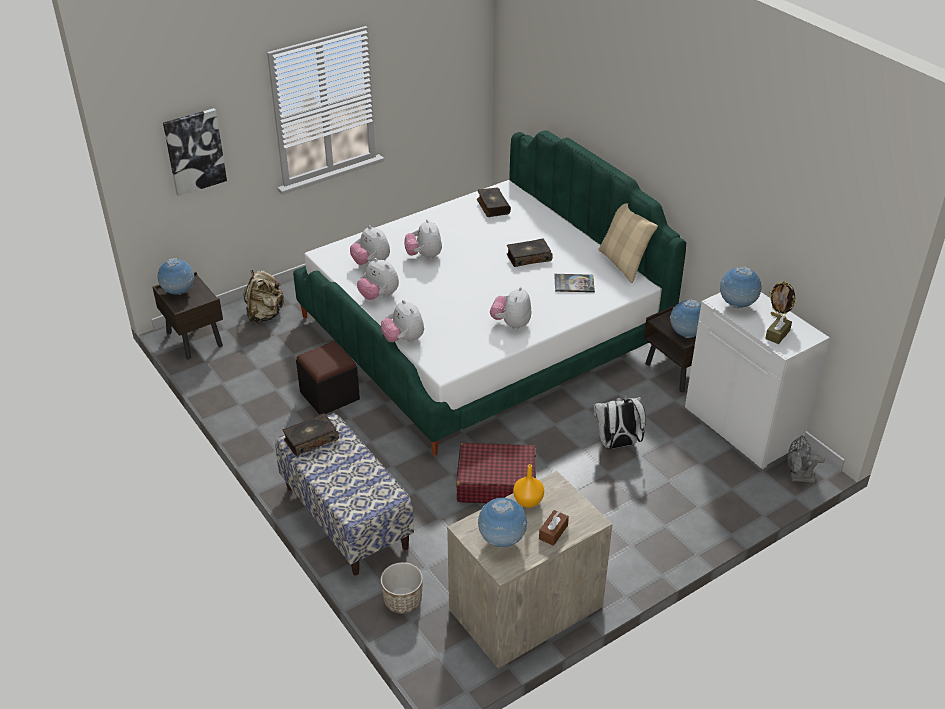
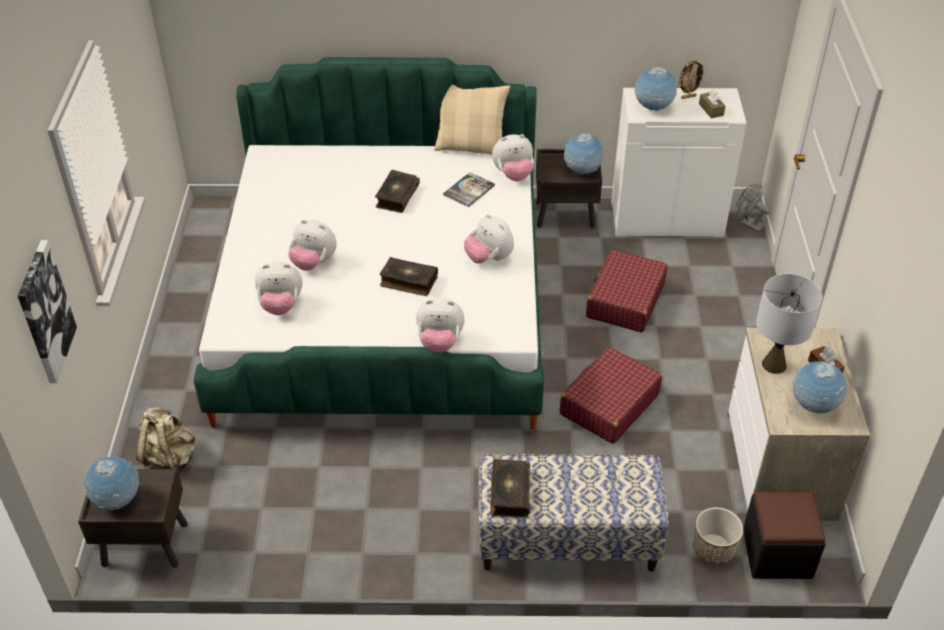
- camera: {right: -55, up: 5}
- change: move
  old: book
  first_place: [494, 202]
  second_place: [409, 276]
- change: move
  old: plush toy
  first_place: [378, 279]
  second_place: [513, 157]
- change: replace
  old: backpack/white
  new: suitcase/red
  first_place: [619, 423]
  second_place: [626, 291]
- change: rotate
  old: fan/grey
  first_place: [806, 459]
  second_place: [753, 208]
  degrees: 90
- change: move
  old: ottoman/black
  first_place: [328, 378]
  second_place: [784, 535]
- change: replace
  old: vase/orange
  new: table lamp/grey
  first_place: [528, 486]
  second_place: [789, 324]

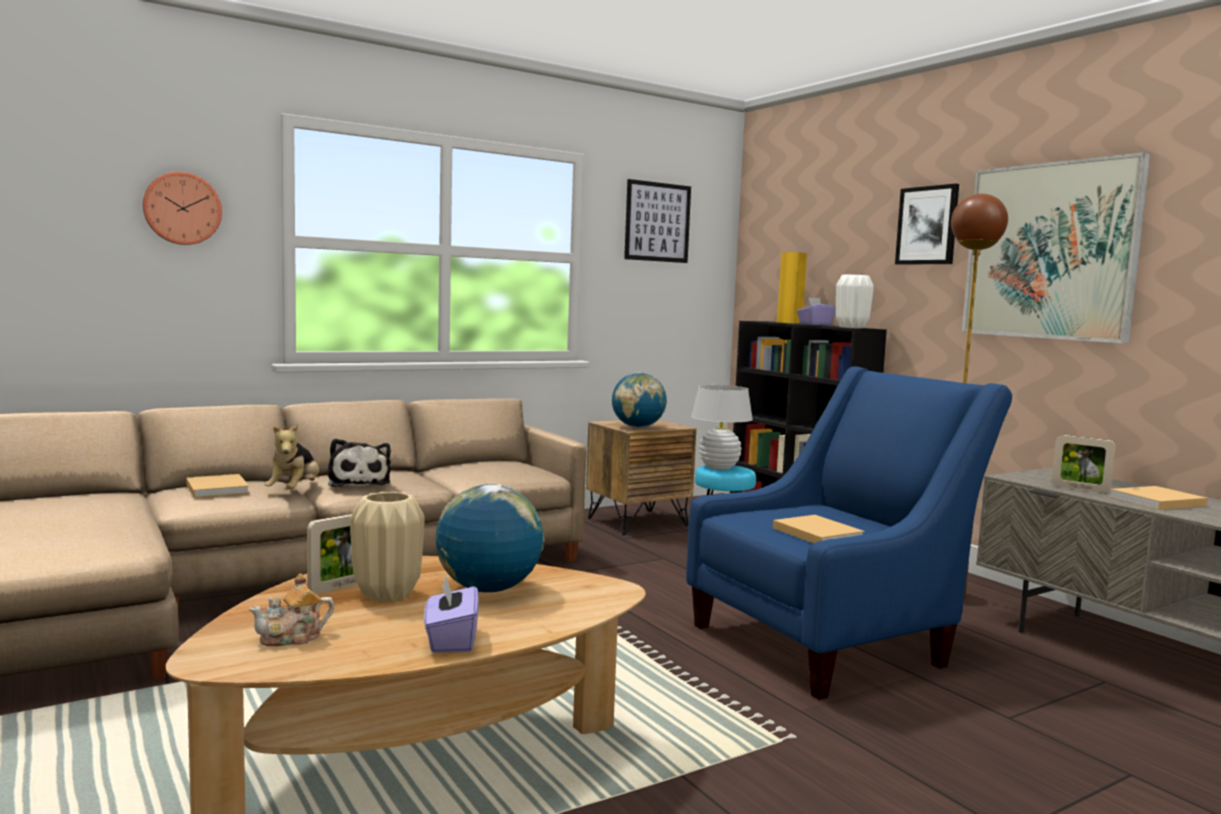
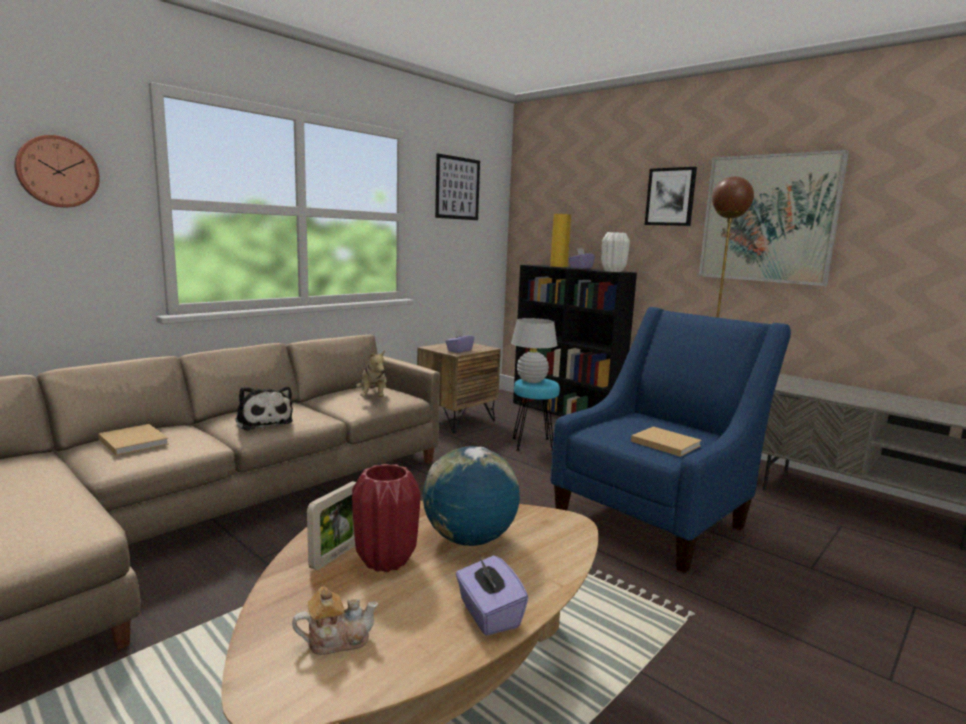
- camera: {right: -15, up: 5}
- change: rotate
  old: teapot
  first_place: [291, 610]
  second_place: [335, 621]
  degrees: -150
- change: recolor
  old: vase/beige
  new: vase/red
  first_place: [387, 547]
  second_place: [386, 518]
- change: move
  old: plush toy
  first_place: [292, 456]
  second_place: [371, 373]
- change: replace
  old: globe
  new: tissue box/purple
  first_place: [639, 400]
  second_place: [460, 341]
- change: delete
  old: picture frame
  first_place: [1084, 464]
- change: delete
  old: book/beige
  first_place: [1158, 498]

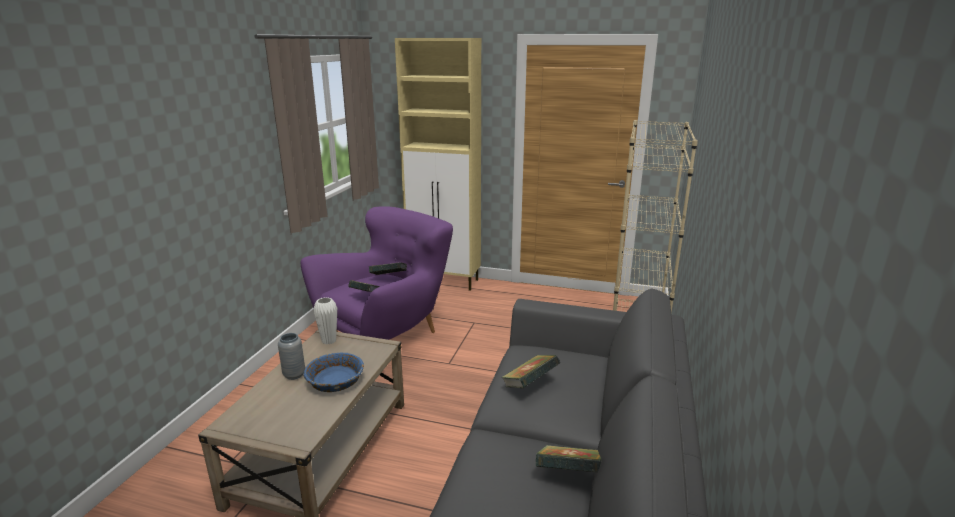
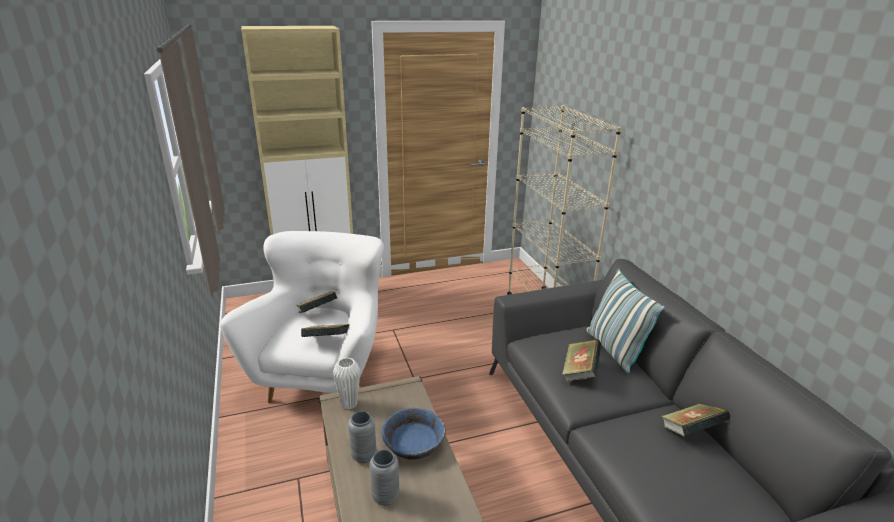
- camera: {right: -35, up: 5}
- change: recolor
  old: armchair/purple
  new: armchair/white
  first_place: [377, 273]
  second_place: [302, 317]
- change: insert
  new: vase/grey
  second_place: [384, 477]
- change: insert
  new: pillow
  second_place: [625, 321]

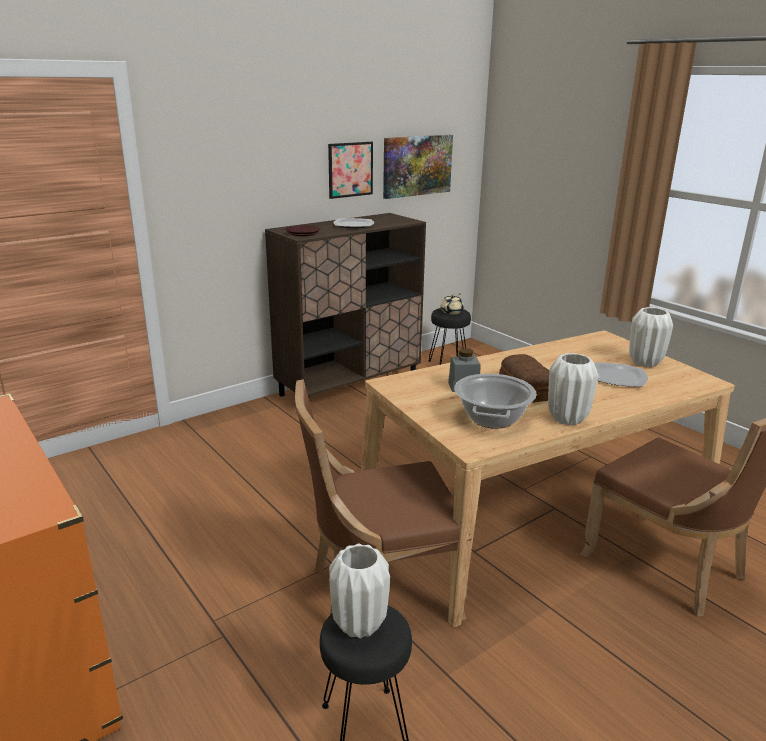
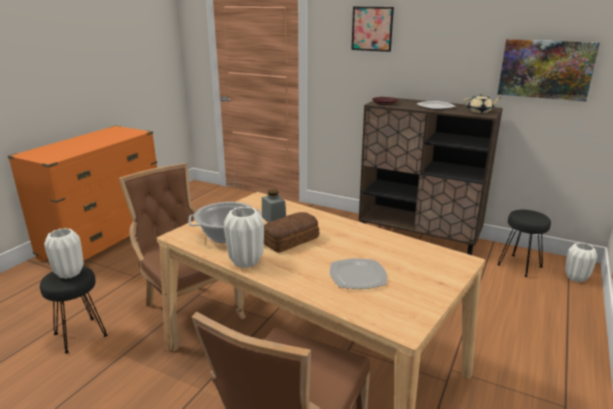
- camera: {right: 65, up: 0}
- change: move
  old: picture
  first_place: [350, 170]
  second_place: [373, 29]
- change: move
  old: teapot/beige
  first_place: [452, 304]
  second_place: [482, 103]
- change: move
  old: vase/white
  first_place: [651, 337]
  second_place: [581, 262]

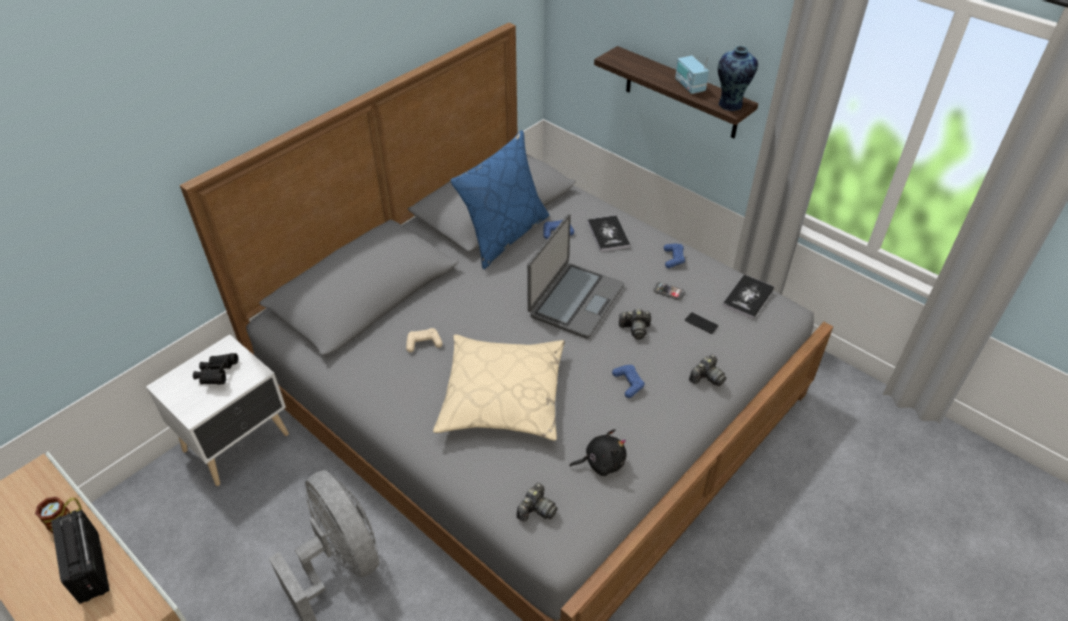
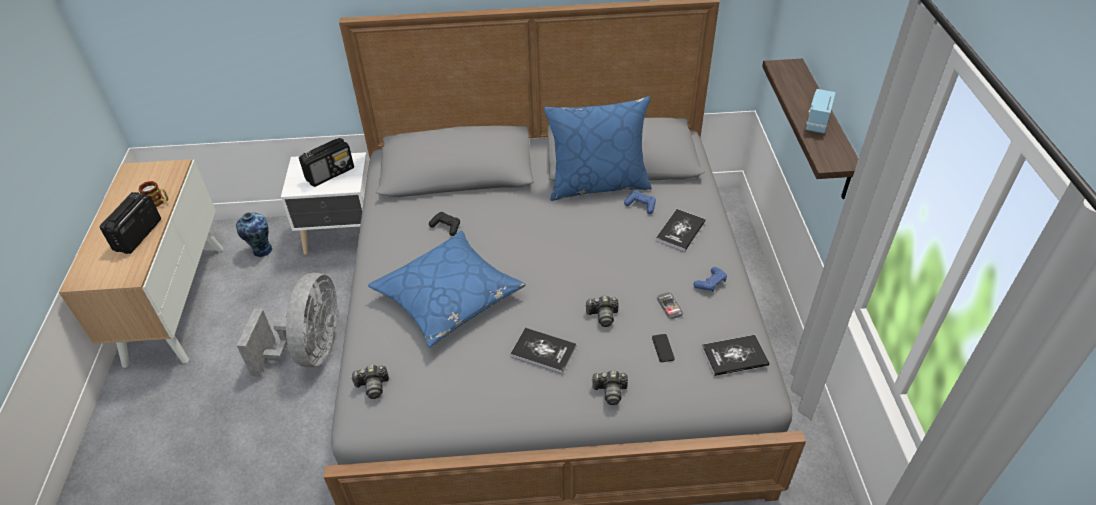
- camera: {right: 45, up: 0}
- change: move
  old: vase
  first_place: [738, 78]
  second_place: [254, 234]
- change: replace
  old: binoculars/black
  new: radio
  first_place: [215, 369]
  second_place: [326, 162]
- change: recolor
  old: pillow/beige
  new: pillow/blue
  first_place: [499, 387]
  second_place: [447, 289]
- change: recolor
  old: game controller/beige
  new: game controller/black
  first_place: [424, 340]
  second_place: [444, 224]
- change: replace
  old: game controller/blue
  new: book
  first_place: [628, 381]
  second_place: [543, 351]
- change: rotate
  old: photo camera
  first_place: [635, 324]
  second_place: [602, 311]
  degrees: -45
- change: delete
  old: laptop
  first_place: [575, 276]
- change: delete
  old: plush toy/black
  first_place: [598, 452]

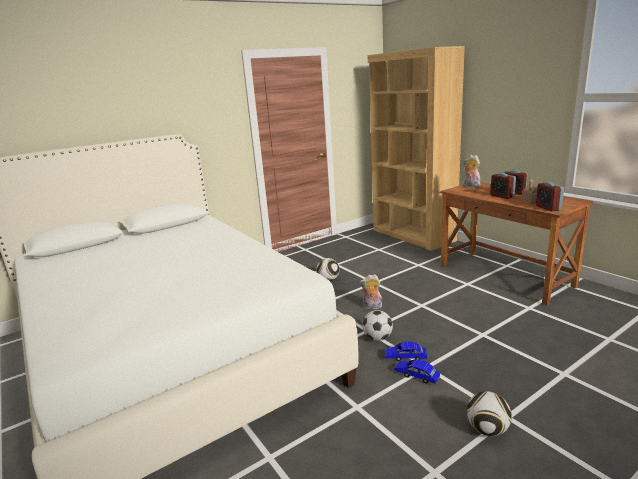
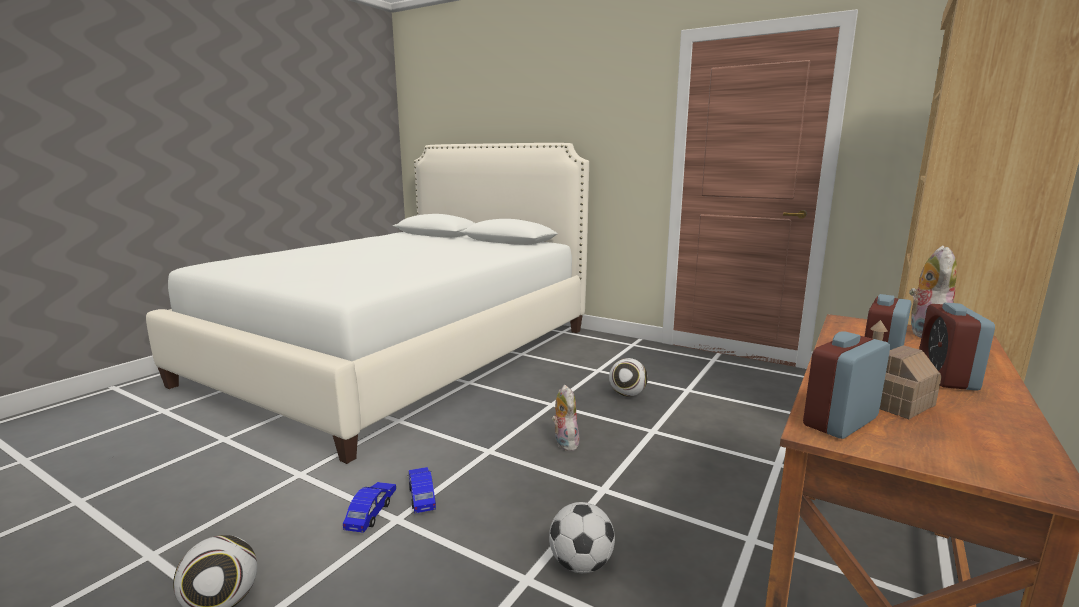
- camera: {right: 65, up: -5}
- change: move
  old: football
  first_place: [377, 325]
  second_place: [582, 537]

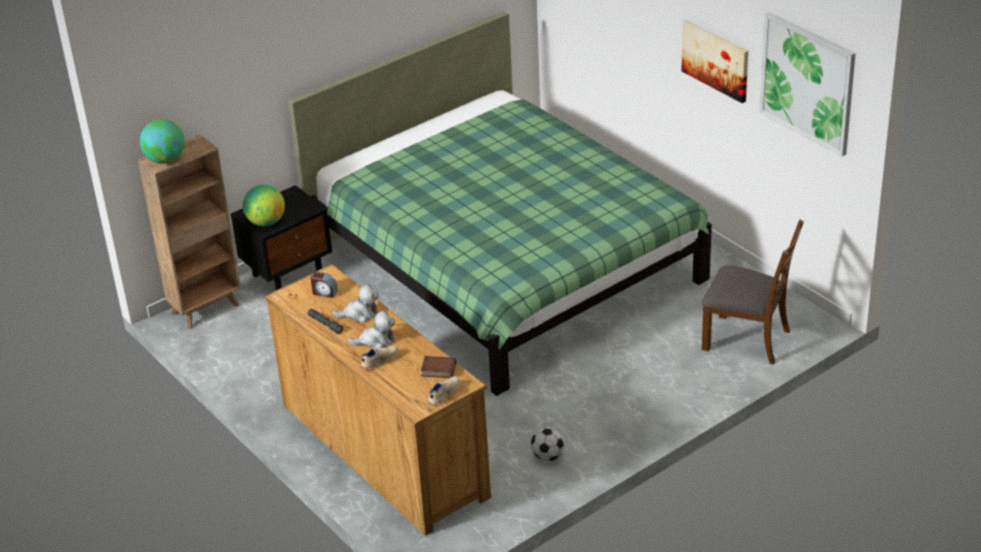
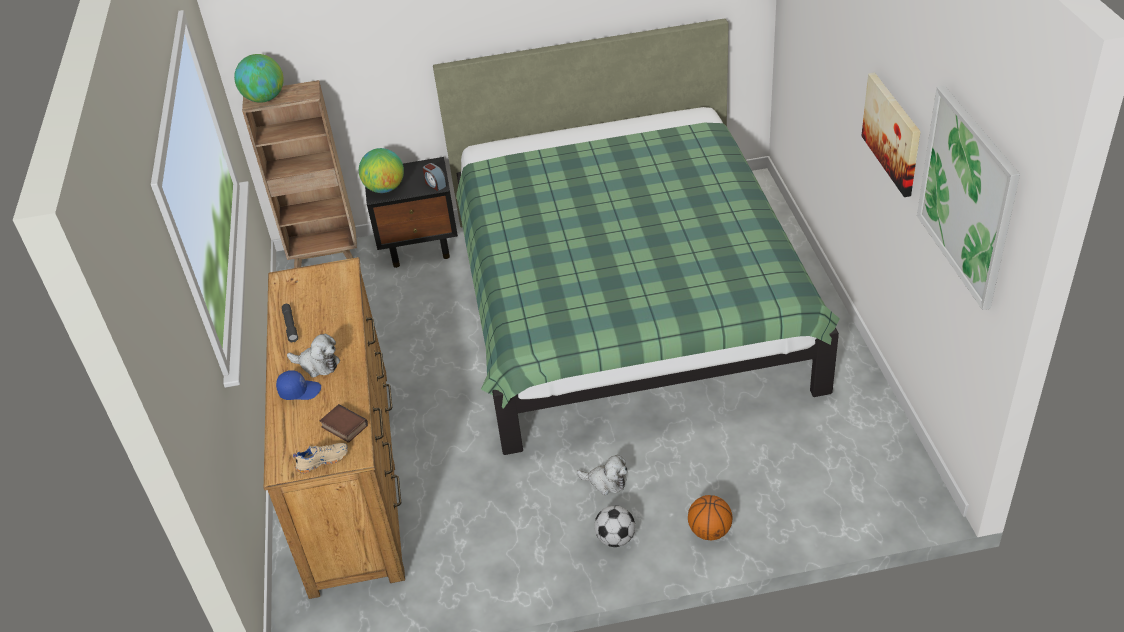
- camera: {right: 30, up: 5}
- change: replace
  old: shoe/beige
  new: cap/blue
  first_place: [380, 358]
  second_place: [298, 385]
- change: move
  old: alarm clock
  first_place: [324, 285]
  second_place: [435, 177]
- change: move
  old: plush toy
  first_place: [355, 303]
  second_place: [602, 475]
- change: move
  old: football
  first_place: [548, 444]
  second_place: [614, 526]
- change: insert
  new: basketball
  second_place: [710, 517]
- change: delete
  old: chair/brown
  first_place: [753, 292]

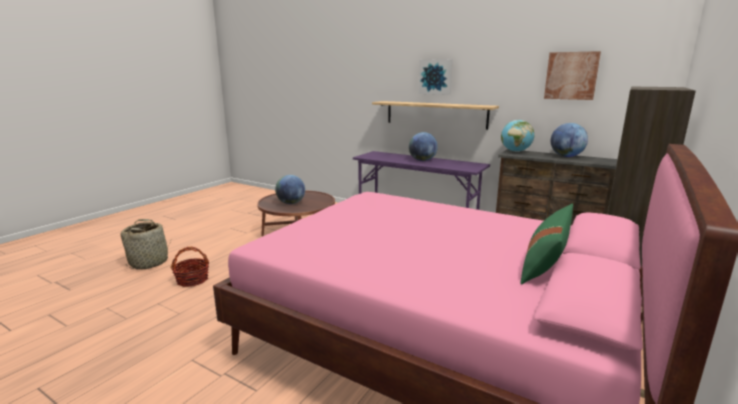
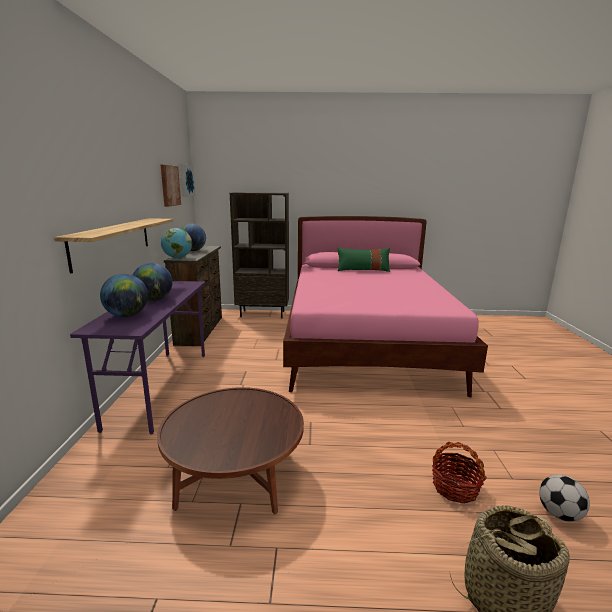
- camera: {right: -120, up: 0}
- change: move
  old: globe
  first_place: [290, 189]
  second_place: [124, 295]
- change: move
  old: picture
  first_place: [435, 77]
  second_place: [188, 180]
- change: insert
  new: football
  second_place: [564, 498]

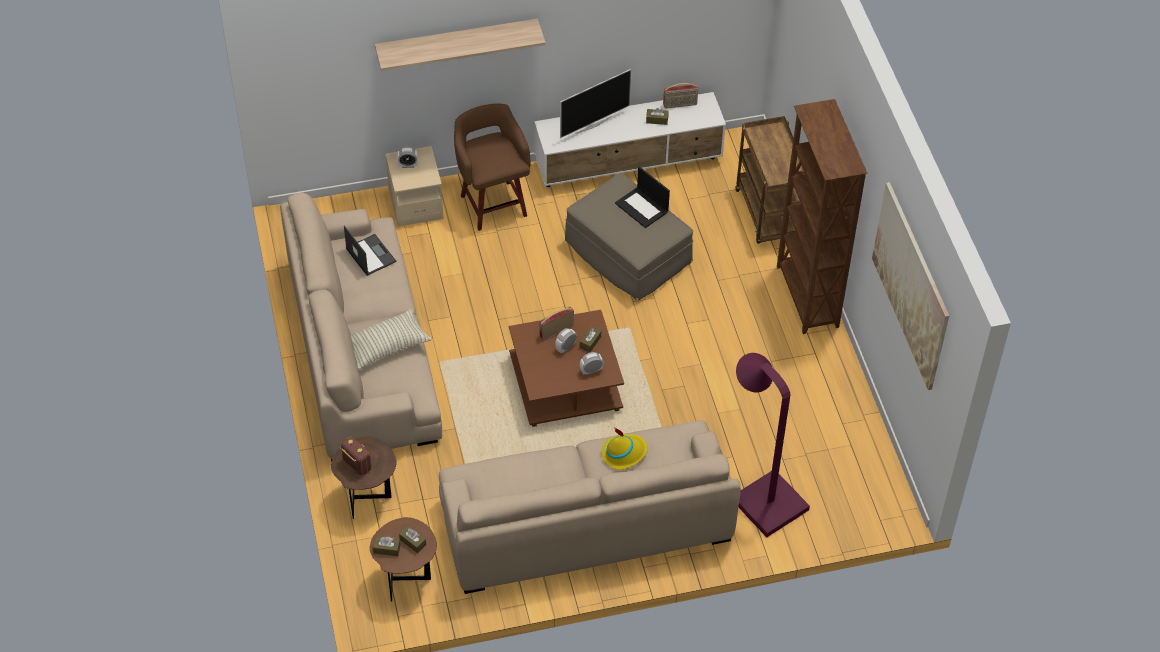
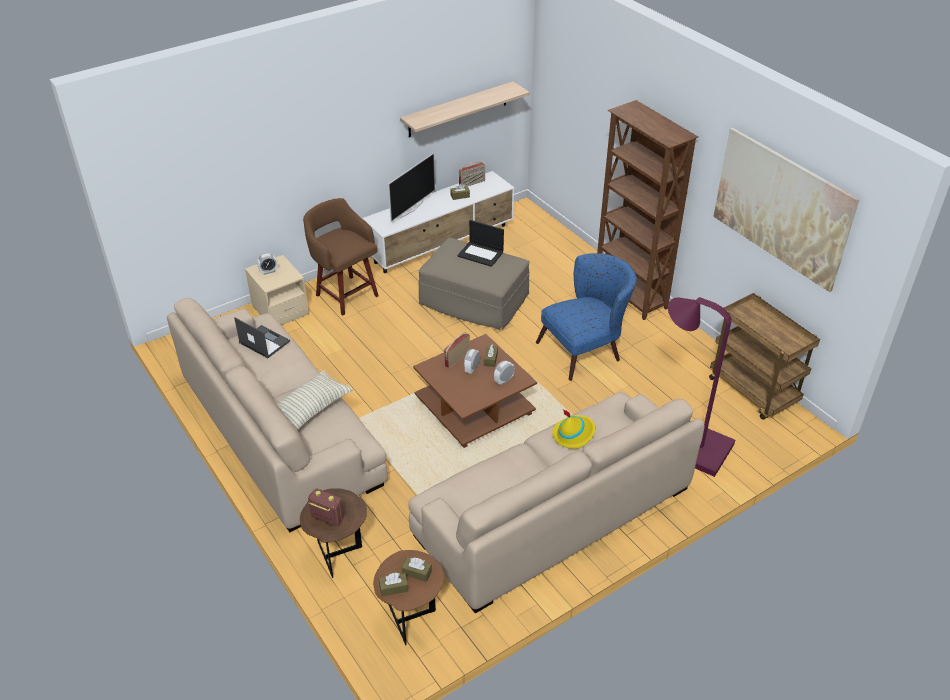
- camera: {right: -20, up: -10}
- change: move
  old: shelf
  first_place: [460, 45]
  second_place: [465, 109]
- change: insert
  new: armchair/blue
  second_place: [586, 317]
- change: move
  old: cart/brown
  first_place: [769, 180]
  second_place: [764, 356]

